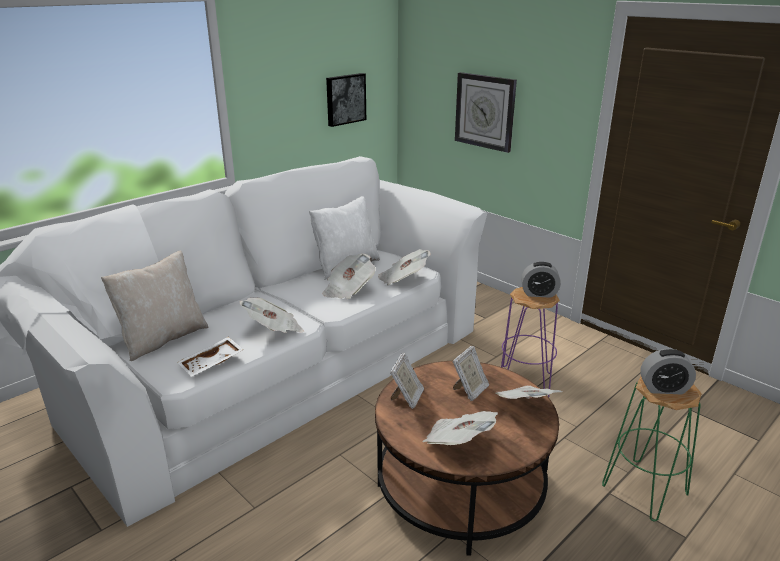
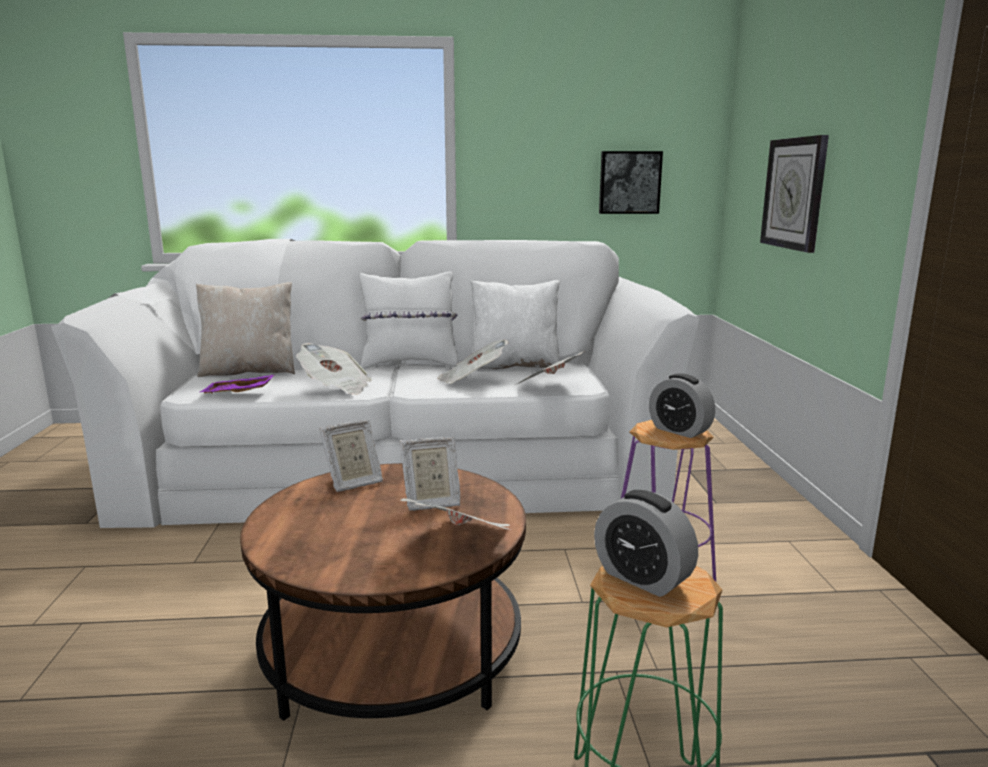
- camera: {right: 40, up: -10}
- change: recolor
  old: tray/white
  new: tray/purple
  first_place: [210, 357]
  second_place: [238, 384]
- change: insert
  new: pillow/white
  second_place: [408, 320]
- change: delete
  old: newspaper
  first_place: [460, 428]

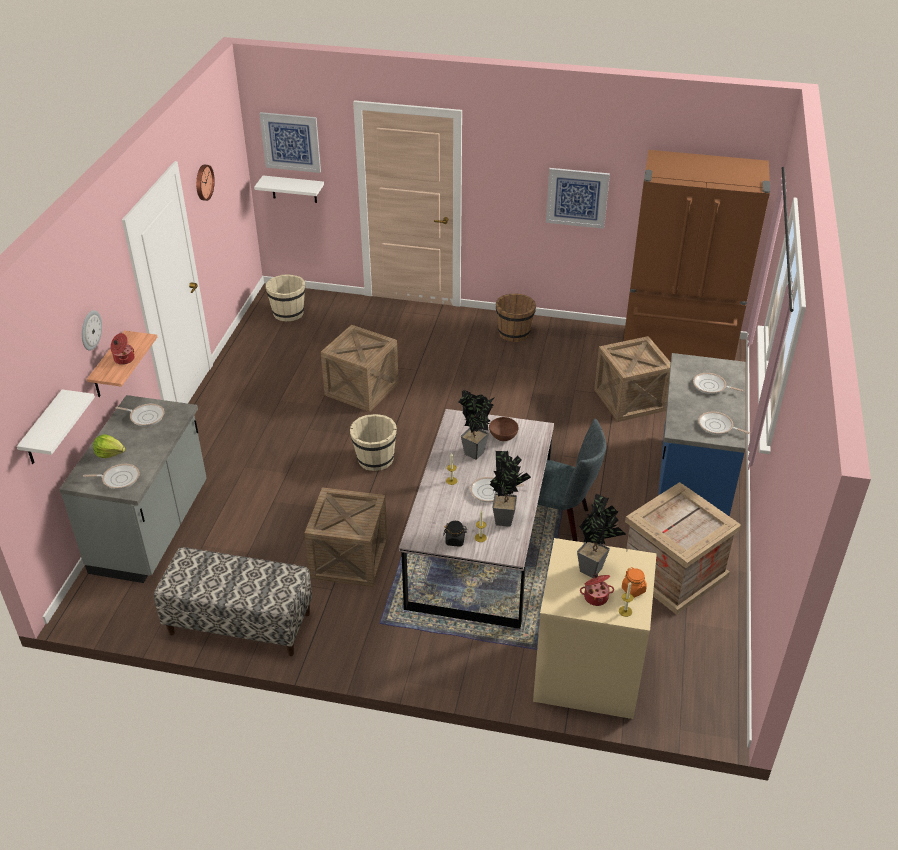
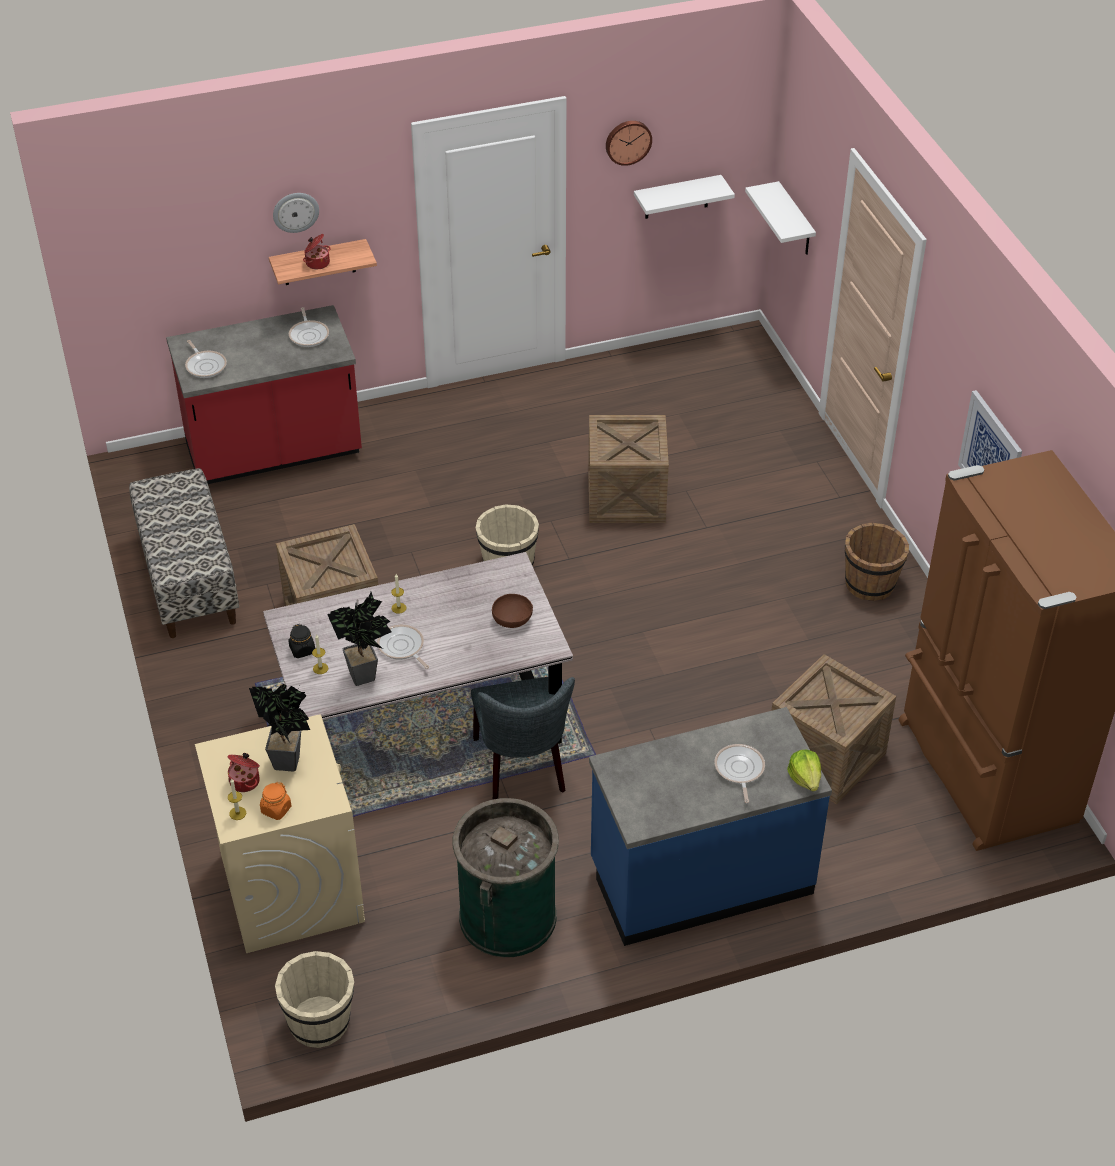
- camera: {right: 60, up: 5}
- change: recolor
  old: counter/grey
  new: counter/red
  first_place: [133, 489]
  second_place: [264, 394]
- change: move
  old: bucket/beige
  first_place: [285, 297]
  second_place: [314, 999]
- change: replace
  old: crate
  new: trash can/green
  first_place: [683, 548]
  second_place: [506, 877]
- change: move
  old: shelf/white
  first_place: [56, 426]
  second_place: [684, 197]
- change: move
  old: lettuce
  first_place: [109, 446]
  second_place: [804, 771]
- change: delete
  old: picture
  first_place: [290, 142]
- change: delete
  old: potted plant
  first_place: [477, 425]
- change: delete
  old: frying pan
  first_place: [724, 423]

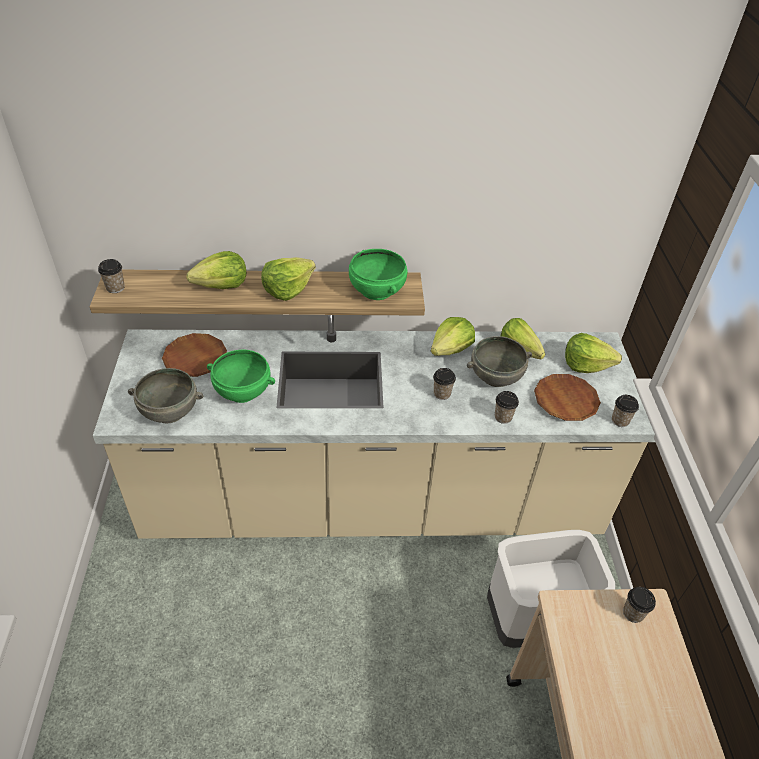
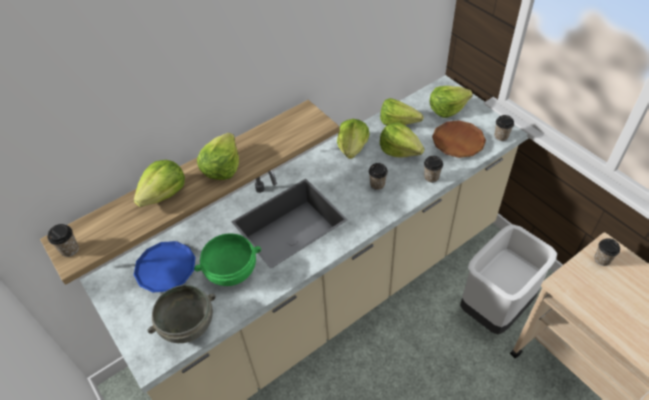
- camera: {right: -30, up: 5}
- change: recolor
  old: plate/brown
  new: plate/blue
  first_place: [194, 355]
  second_place: [165, 267]
- change: replace
  old: bowl/grey
  new: lettuce
  first_place: [499, 361]
  second_place: [402, 140]
- change: delete
  old: bowl/green
  first_place: [378, 274]

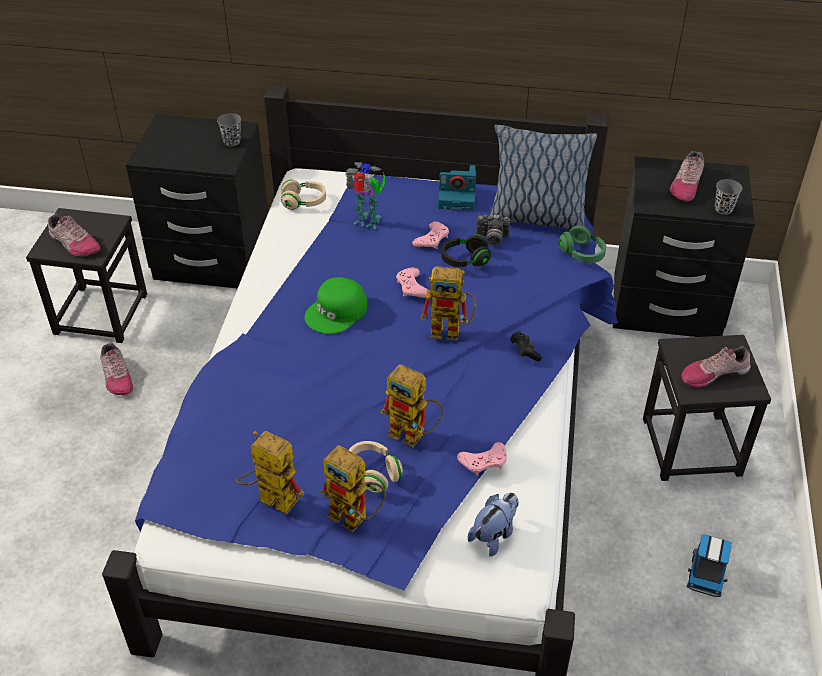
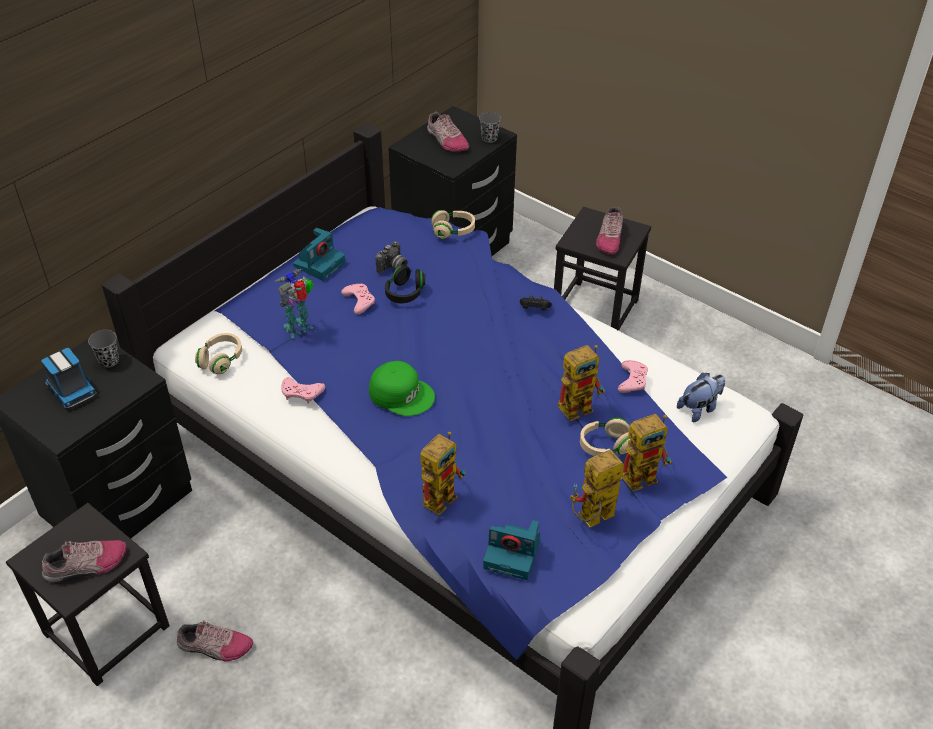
- camera: {right: -60, up: 0}
- change: move
  old: toy truck
  first_place: [709, 565]
  second_place: [69, 378]
- change: move
  old: game controller/pink
  first_place: [412, 282]
  second_place: [303, 390]
- change: rotate
  old: cap/green
  first_place: [336, 305]
  second_place: [402, 388]
  degrees: -45
- change: move
  old: toy robot
  first_place: [449, 303]
  second_place: [443, 473]
- change: recolor
  old: headphones/green
  new: headphones/beige
  first_place: [582, 244]
  second_place: [453, 224]
- change: insert
  new: photo camera
  second_place: [511, 550]
- change: rotate
  old: plush toy
  first_place: [493, 525]
  second_place: [701, 397]
  degrees: 75
- change: delete
  old: pillow
  first_place: [543, 177]

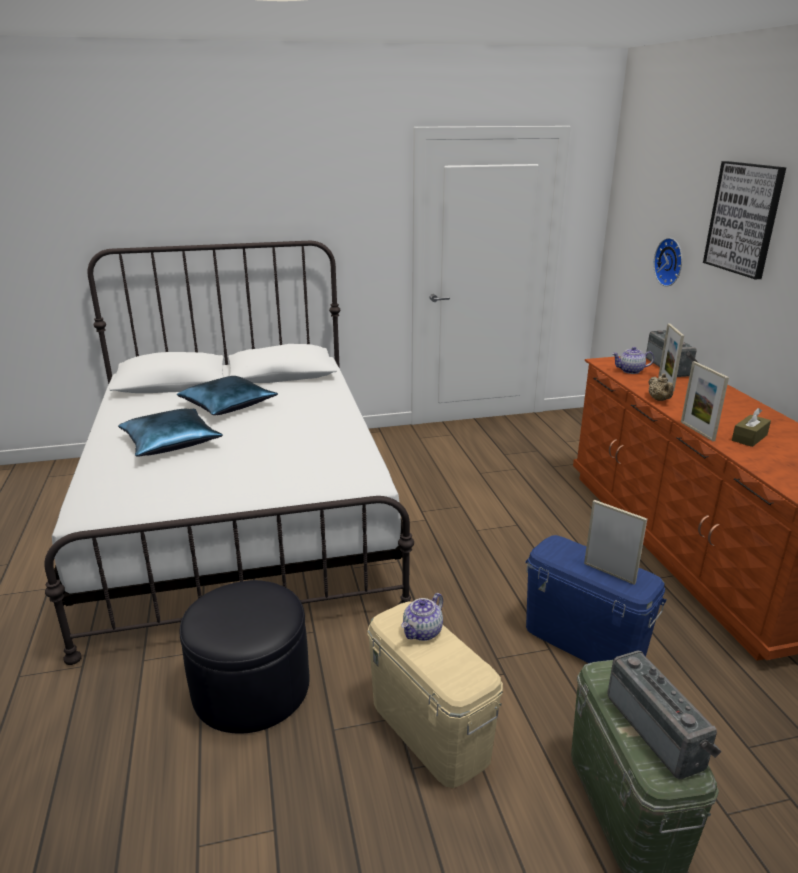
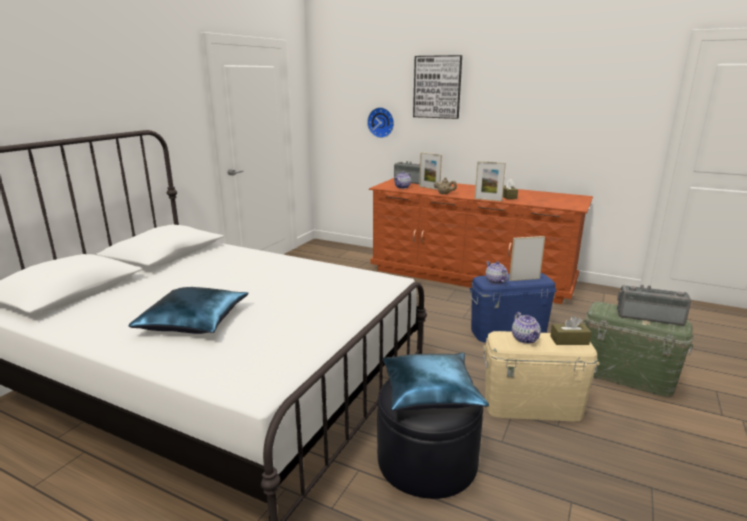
- camera: {right: -50, up: -5}
- change: move
  old: pillow/blue
  first_place: [227, 395]
  second_place: [435, 382]
- change: insert
  new: teapot
  second_place: [497, 272]
- change: insert
  new: tissue box/brown
  second_place: [571, 330]

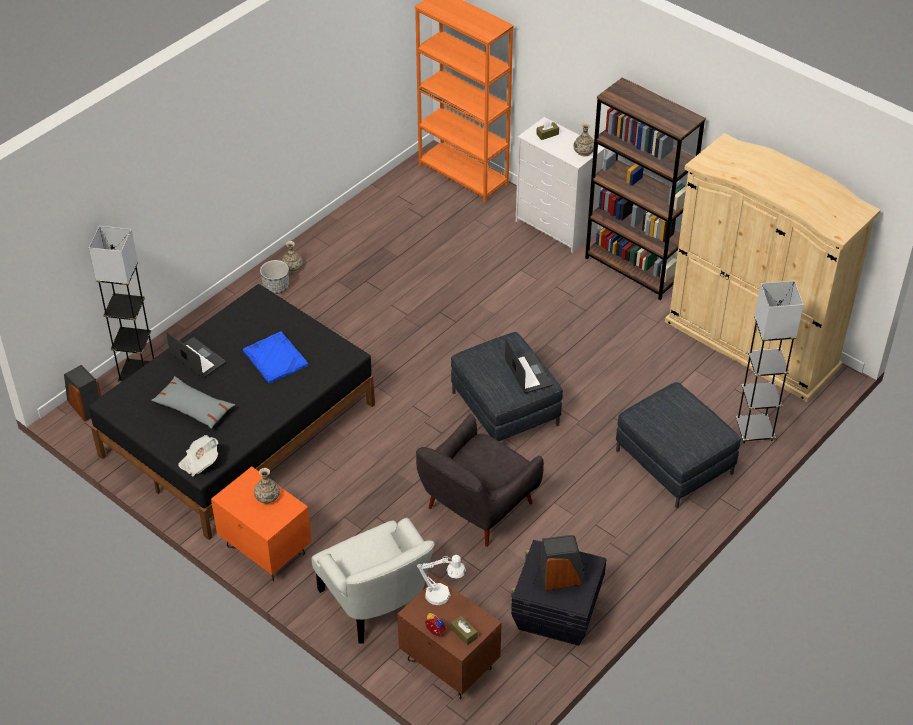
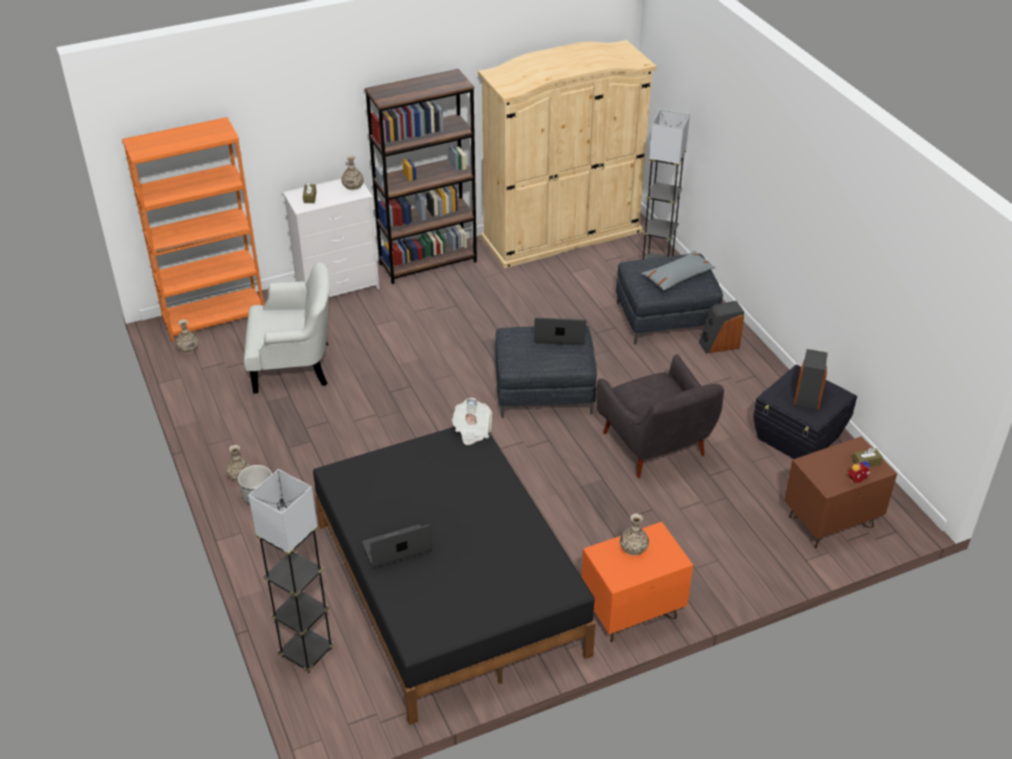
- camera: {right: -65, up: -5}
- change: insert
  new: vase
  second_place: [187, 337]
- change: move
  old: armchair/white
  first_place: [373, 581]
  second_place: [287, 328]
- change: move
  old: newspaper
  first_place: [198, 455]
  second_place: [472, 421]
- change: move
  old: pillow/grey
  first_place: [193, 402]
  second_place: [678, 270]
- change: move
  old: speaker
  first_place: [82, 393]
  second_place: [721, 327]
- change: delete
  old: tray/blue
  first_place: [275, 357]
- change: delete
  old: table lamp/white
  first_place: [441, 580]

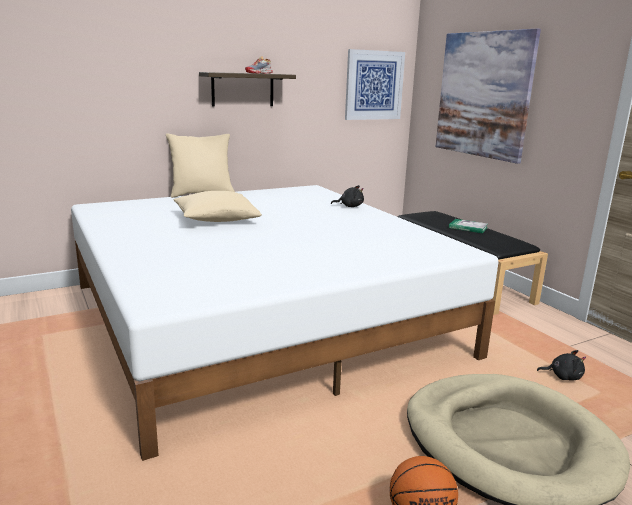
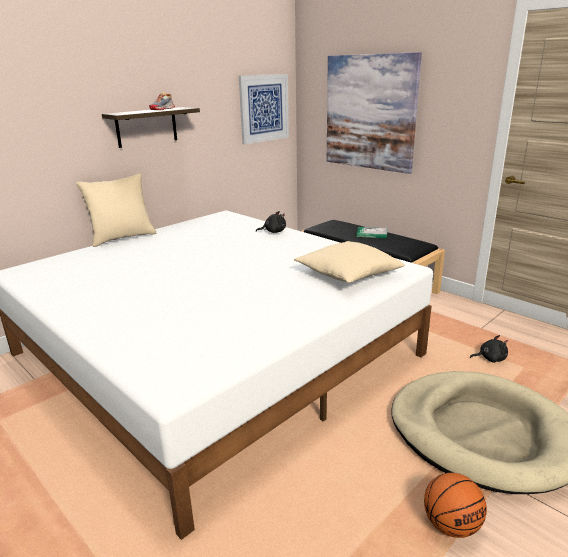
- camera: {right: -15, up: 5}
- change: move
  old: pillow/beige
  first_place: [218, 206]
  second_place: [349, 262]

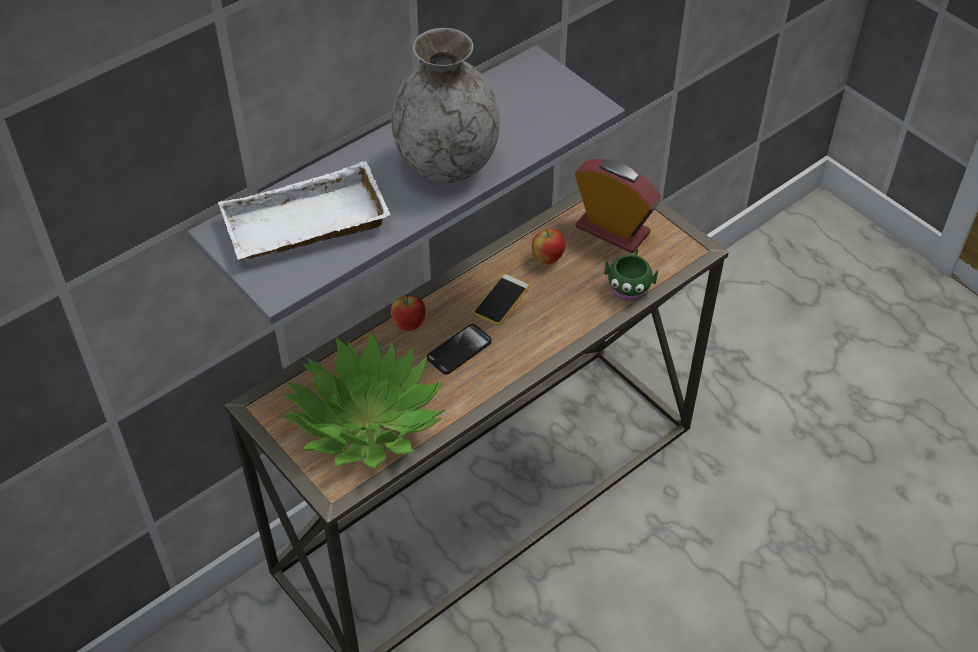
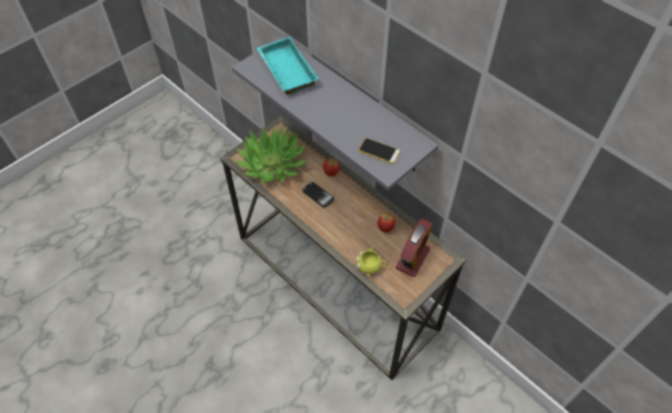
- camera: {right: 85, up: 5}
- change: recolor
  old: tray/white
  new: tray/turquoise
  first_place: [304, 210]
  second_place: [287, 65]
- change: recolor
  old: mug/green
  new: mug/yellow
  first_place: [631, 274]
  second_place: [372, 261]
- change: move
  old: phone
  first_place: [502, 299]
  second_place: [379, 151]
- change: delete
  old: vase/grey
  first_place: [445, 105]

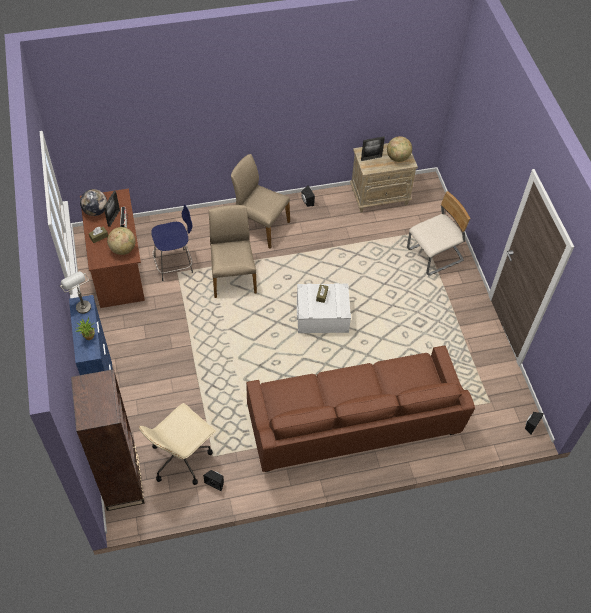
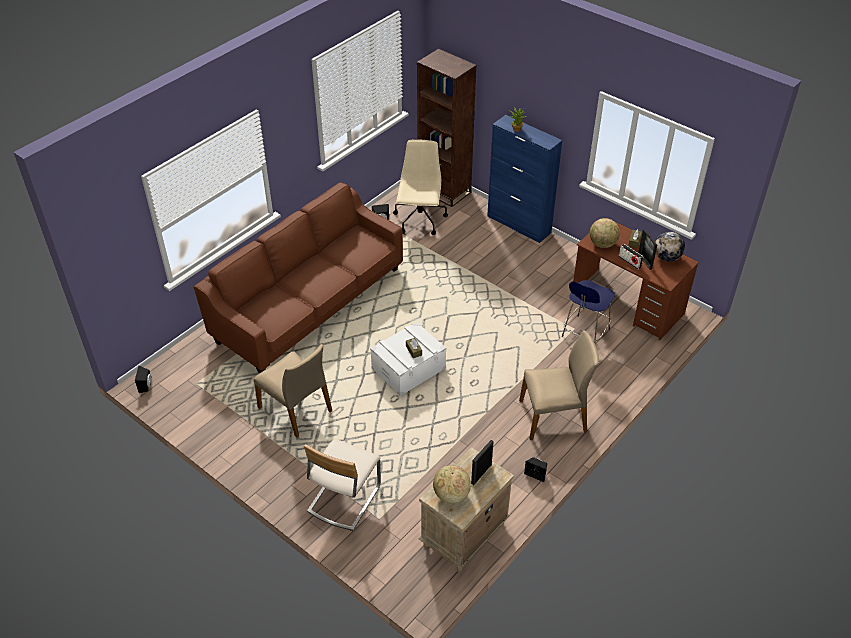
- camera: {right: 145, up: -10}
- change: move
  old: chair/beige
  first_place: [233, 251]
  second_place: [293, 391]
- change: delete
  old: table lamp/grey
  first_place: [75, 292]

